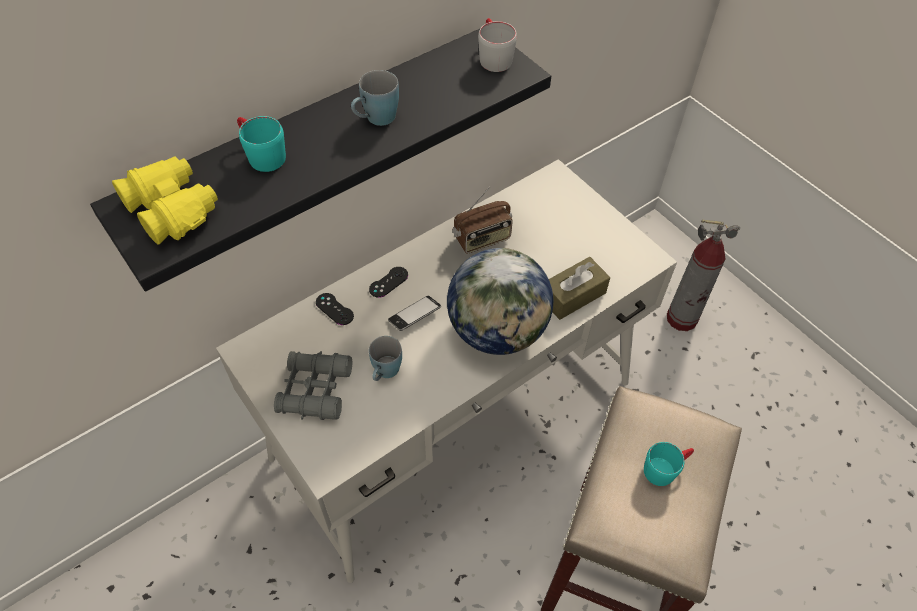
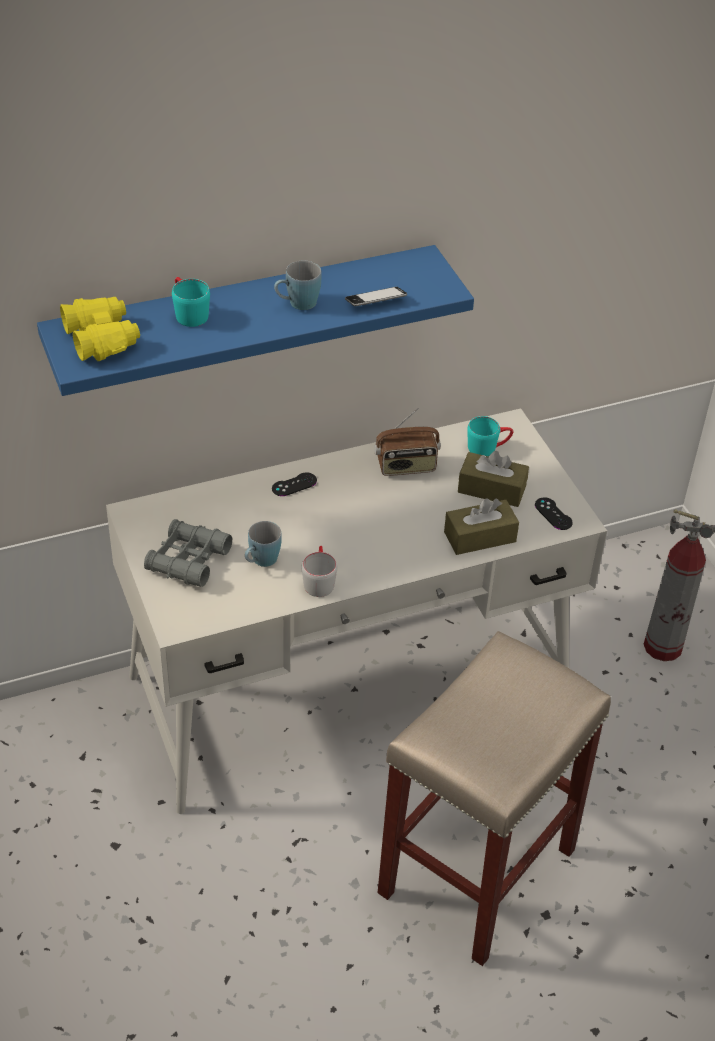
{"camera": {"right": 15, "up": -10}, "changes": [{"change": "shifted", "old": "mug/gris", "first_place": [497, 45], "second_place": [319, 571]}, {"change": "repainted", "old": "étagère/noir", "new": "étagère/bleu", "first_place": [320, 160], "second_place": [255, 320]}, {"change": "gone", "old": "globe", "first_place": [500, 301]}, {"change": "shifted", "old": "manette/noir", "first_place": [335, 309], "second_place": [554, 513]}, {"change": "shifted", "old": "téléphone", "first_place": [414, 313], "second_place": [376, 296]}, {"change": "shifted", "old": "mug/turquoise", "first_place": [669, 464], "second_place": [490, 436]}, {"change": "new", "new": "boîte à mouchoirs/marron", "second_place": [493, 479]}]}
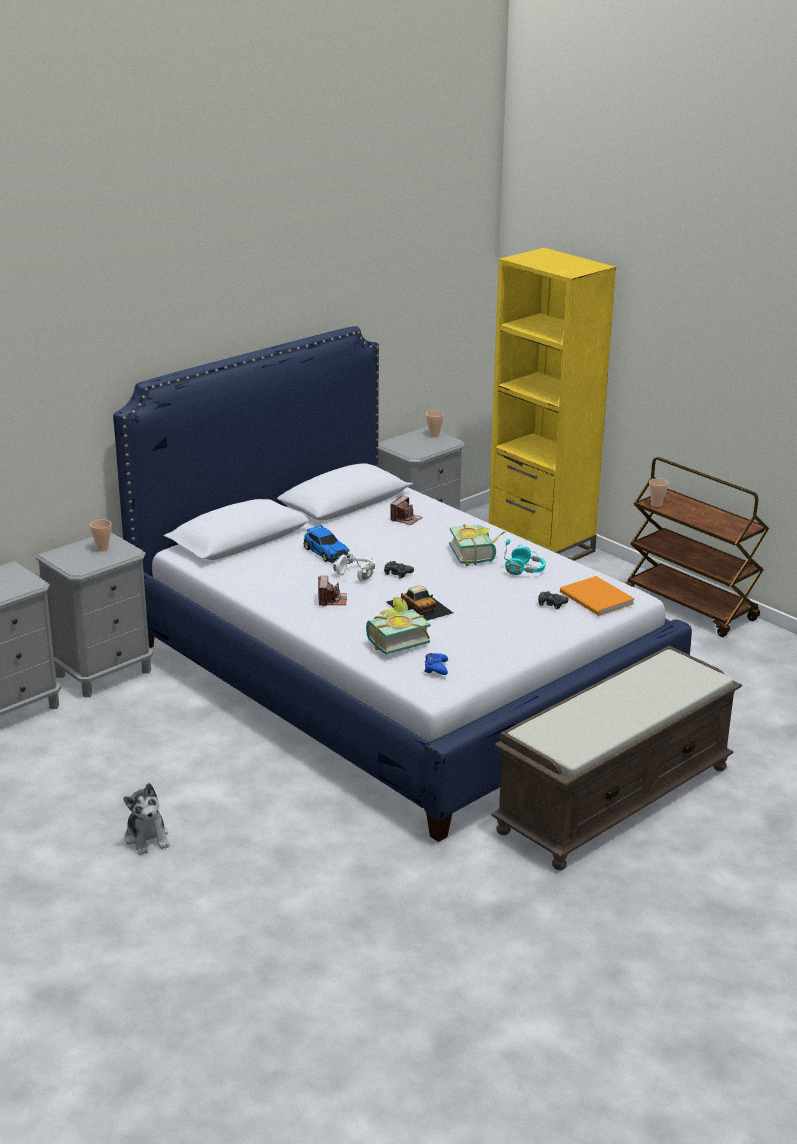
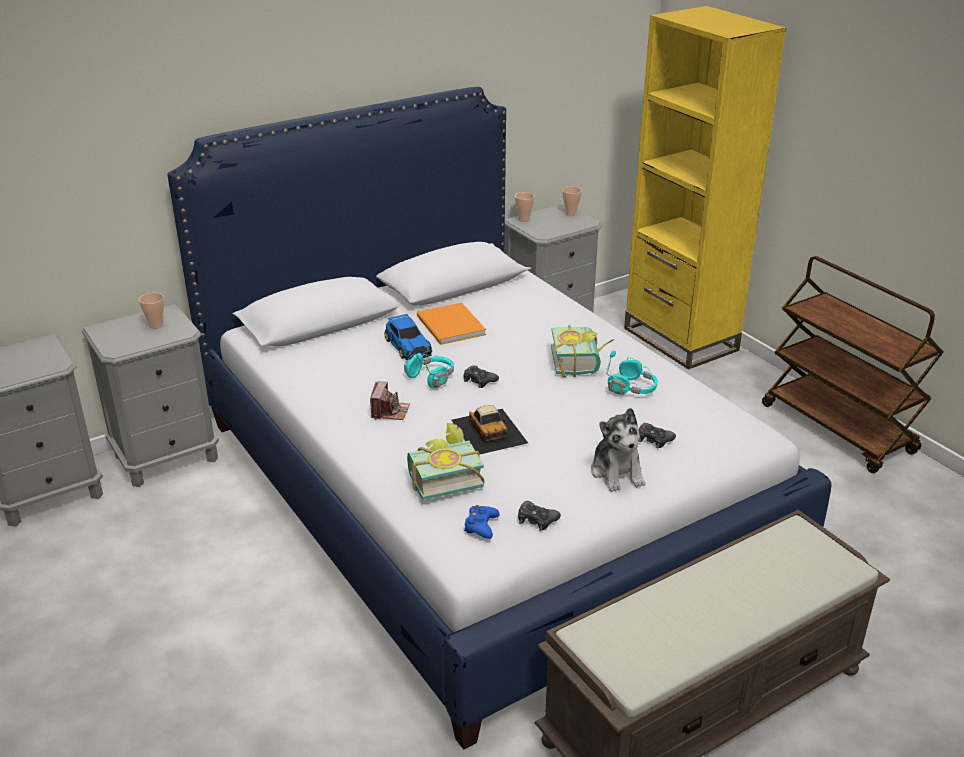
{"camera": {"right": 10, "up": 5}, "changes": [{"change": "shifted", "old": "tasse", "first_place": [658, 492], "second_place": [525, 207]}, {"change": "gone", "old": "appareil photo", "first_place": [406, 510]}, {"change": "repainted", "old": "casque audio/blanc", "new": "casque audio/turquoise", "first_place": [354, 566], "second_place": [429, 370]}, {"change": "shifted", "old": "livre/orange", "first_place": [597, 596], "second_place": [451, 324]}, {"change": "shifted", "old": "peluche", "first_place": [146, 819], "second_place": [618, 450]}, {"change": "new", "new": "manette/noir", "second_place": [539, 516]}]}
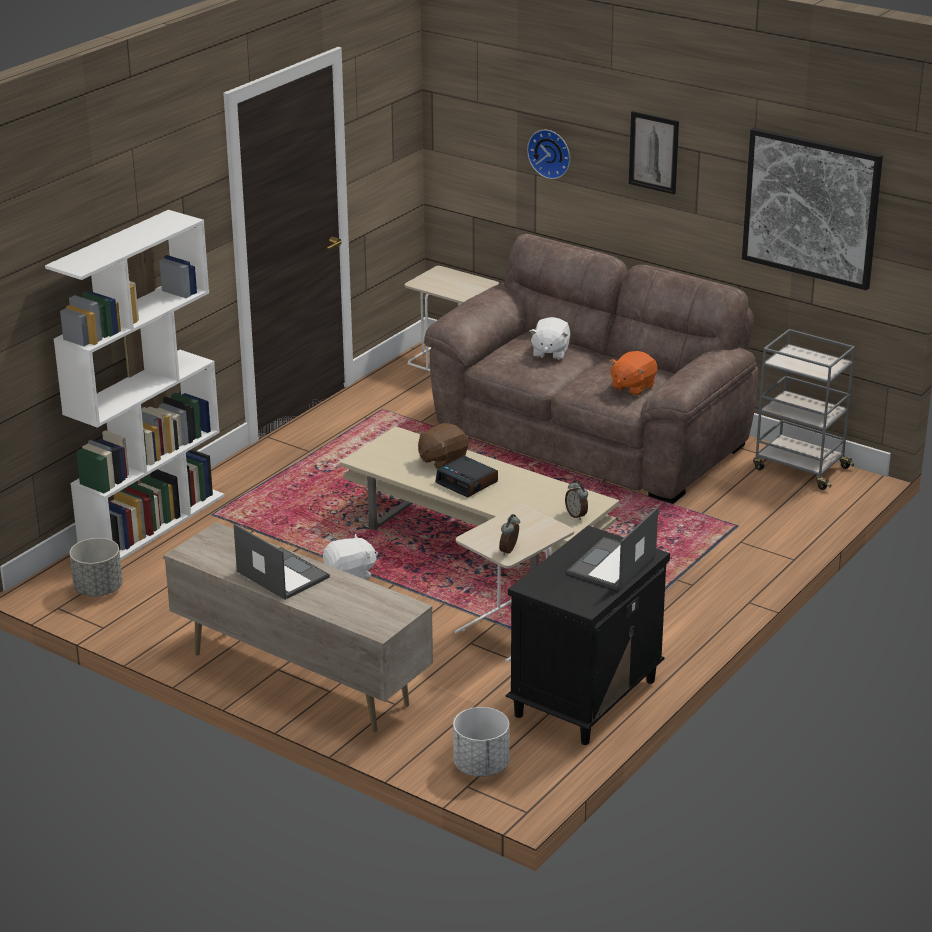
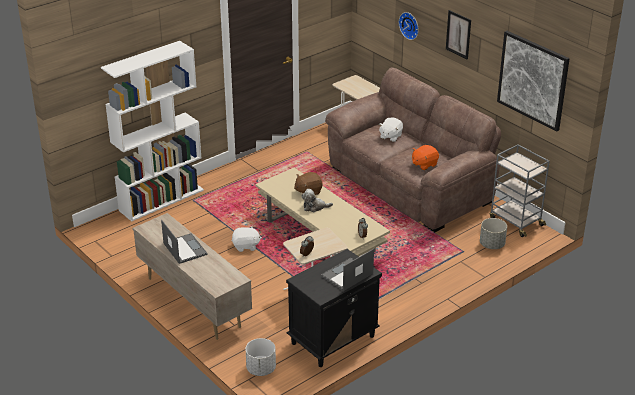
{"camera": {"right": 15, "up": 5}, "changes": [{"change": "swapped", "old": "réveil", "new": "peluche", "first_place": [466, 477], "second_place": [317, 200]}, {"change": "shifted", "old": "cache-pot/gris", "first_place": [96, 567], "second_place": [493, 233]}]}
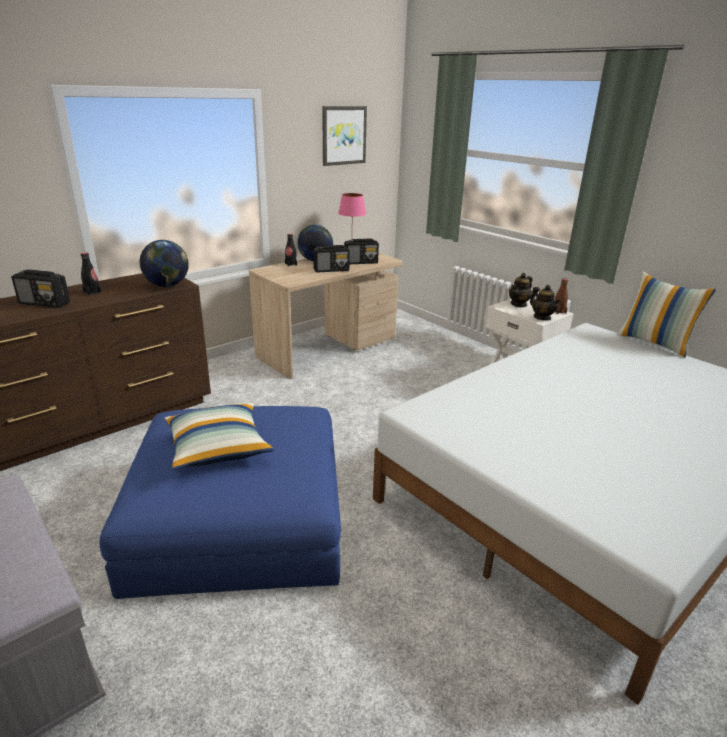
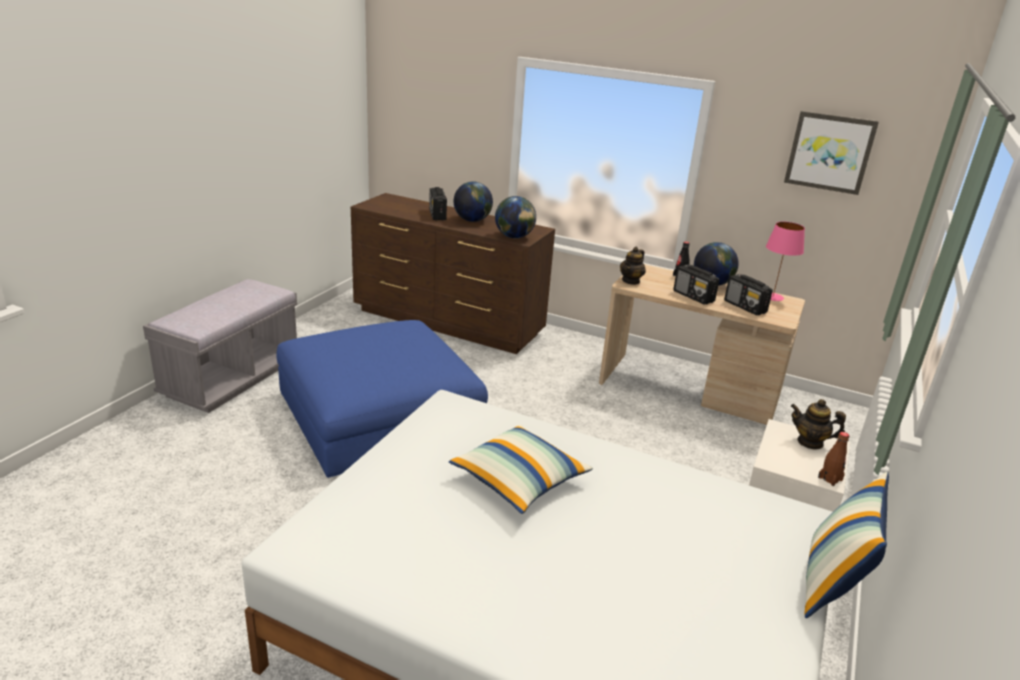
{"camera": {"right": 65, "up": 0}, "changes": [{"change": "swapped", "old": "bouteille/noir", "new": "globe", "first_place": [91, 274], "second_place": [473, 201]}, {"change": "shifted", "old": "théière", "first_place": [545, 303], "second_place": [633, 266]}, {"change": "shifted", "old": "coussin", "first_place": [219, 436], "second_place": [521, 469]}]}
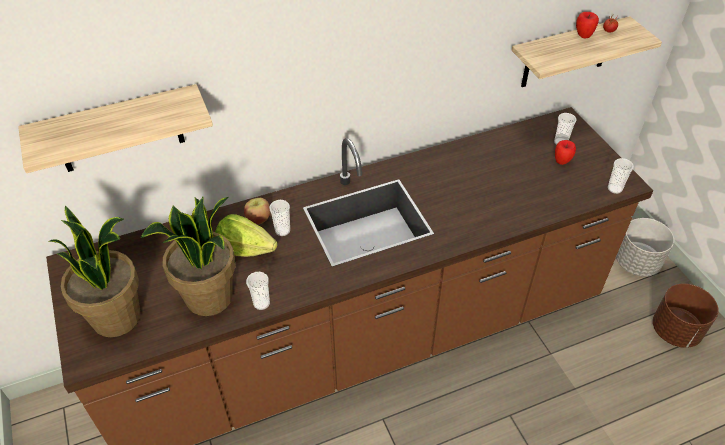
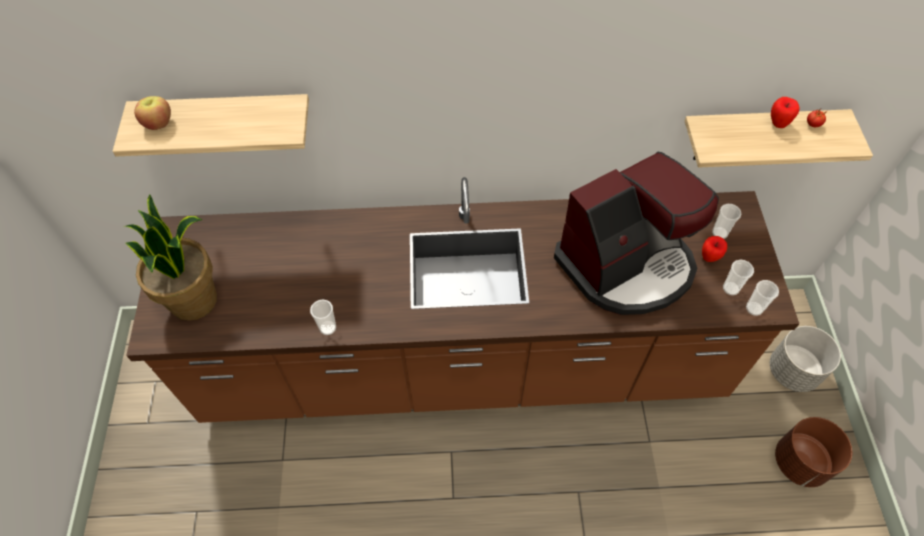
{"camera": {"right": 20, "up": 10}, "changes": [{"change": "gone", "old": "plante en pot", "first_place": [188, 256]}, {"change": "shifted", "old": "pomme", "first_place": [257, 211], "second_place": [152, 113]}, {"change": "shifted", "old": "tasse", "first_place": [279, 218], "second_place": [738, 277]}, {"change": "gone", "old": "laitue", "first_place": [246, 235]}, {"change": "new", "new": "machine à café", "second_place": [636, 233]}]}
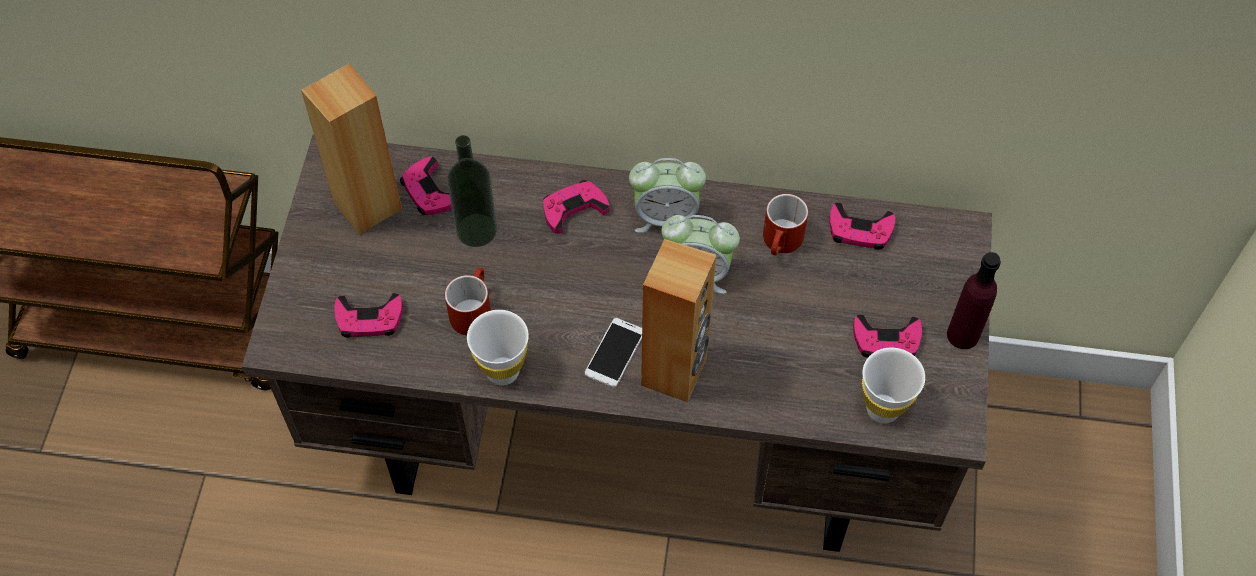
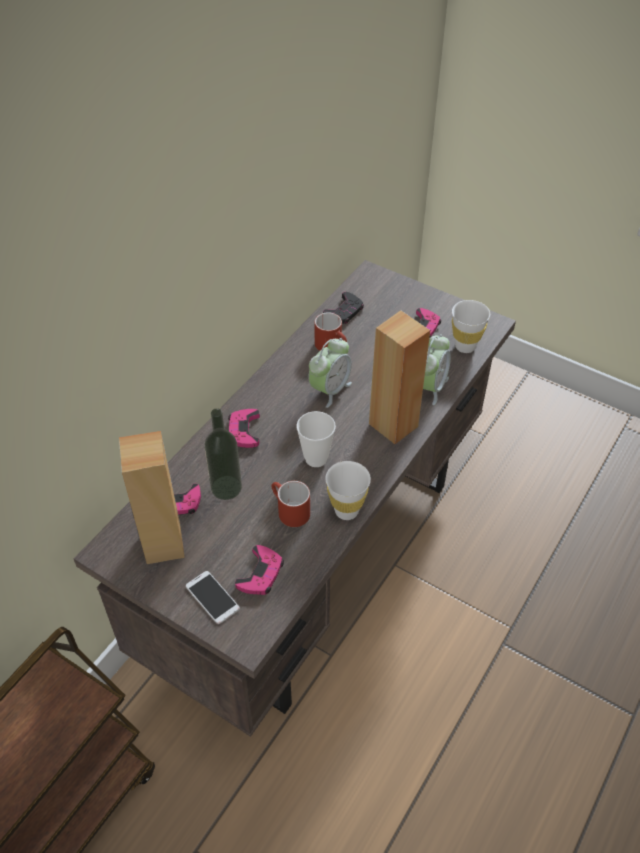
{"camera": {"right": -65, "up": -10}, "changes": [{"change": "shifted", "old": "réveil", "first_place": [667, 195], "second_place": [437, 369]}, {"change": "repainted", "old": "manette/rose", "new": "manette/noir", "first_place": [862, 226], "second_place": [343, 308]}, {"change": "gone", "old": "bouteille/violet", "first_place": [974, 300]}, {"change": "shifted", "old": "téléphone", "first_place": [613, 353], "second_place": [213, 597]}, {"change": "new", "new": "tasse", "second_place": [316, 439]}]}
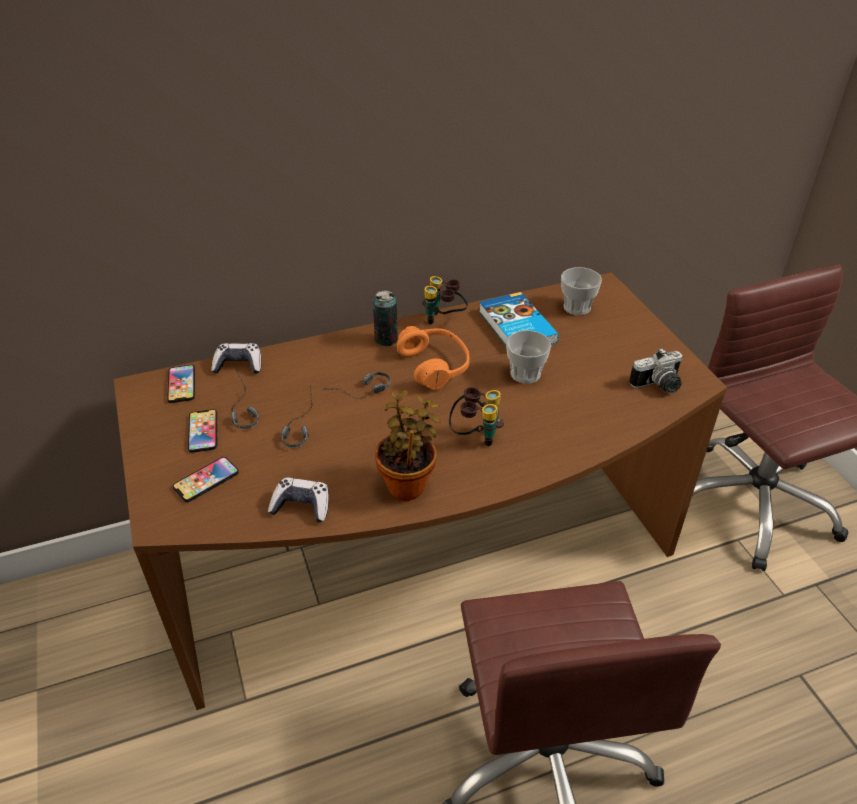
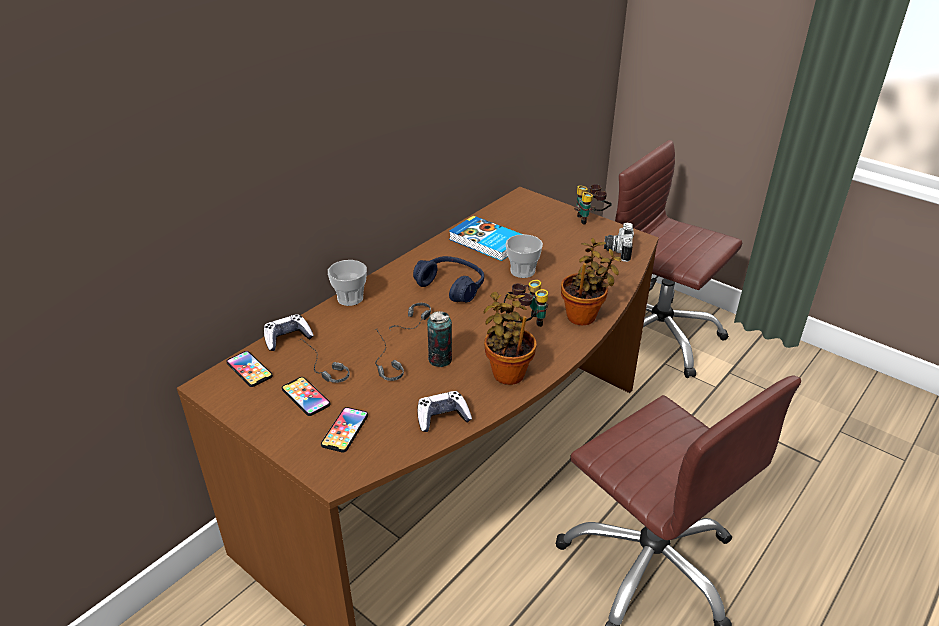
{"camera": {"right": -30, "up": -5}, "changes": [{"change": "shifted", "old": "tasse", "first_place": [581, 291], "second_place": [347, 283]}, {"change": "shifted", "old": "jumelles", "first_place": [445, 300], "second_place": [593, 204]}, {"change": "shifted", "old": "boîte métallique", "first_place": [385, 318], "second_place": [439, 339]}, {"change": "repainted", "old": "casque audio/orange", "new": "casque audio/bleu", "first_place": [433, 358], "second_place": [448, 279]}, {"change": "rotated", "old": "appareil photo", "first_place": [656, 370], "second_place": [619, 242], "degrees": 150}, {"change": "new", "new": "plante en pot", "second_place": [591, 281]}]}
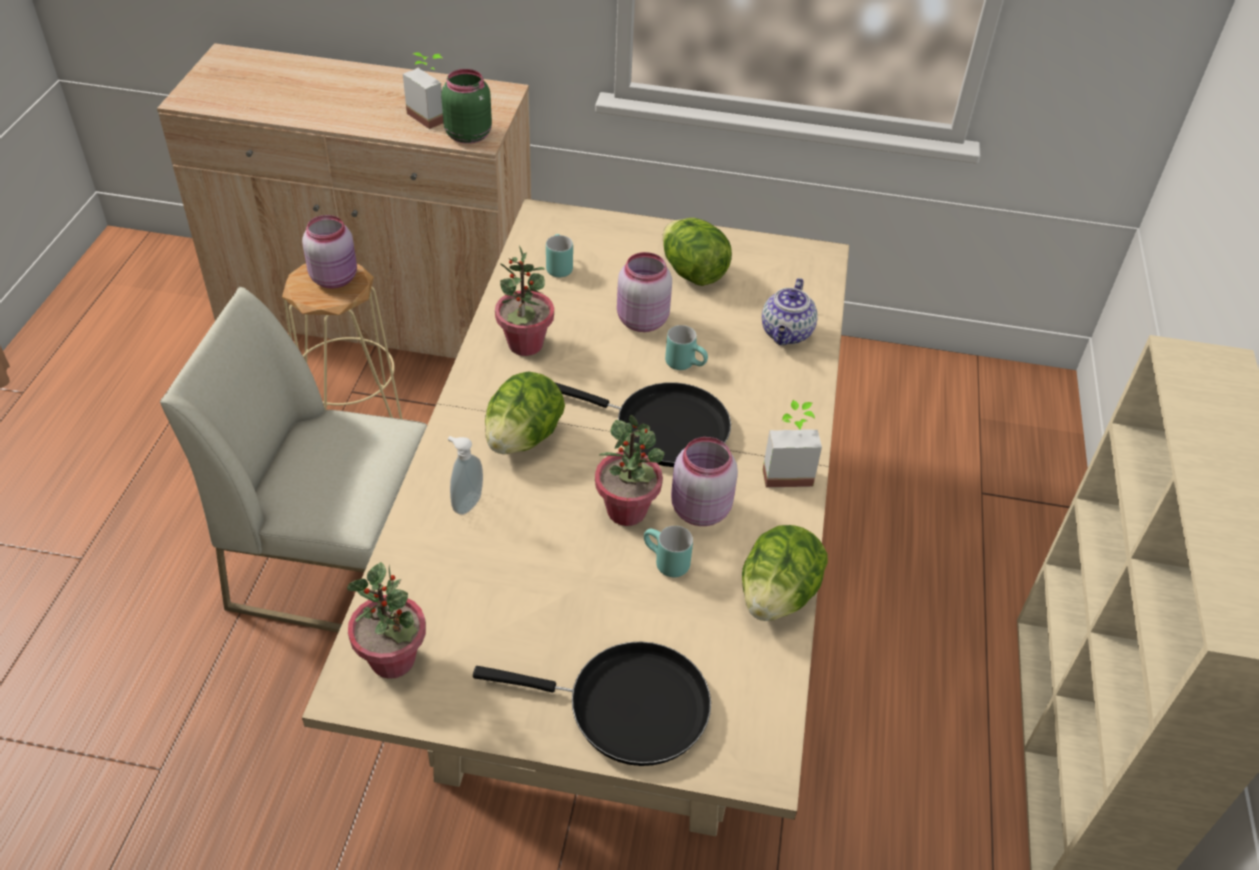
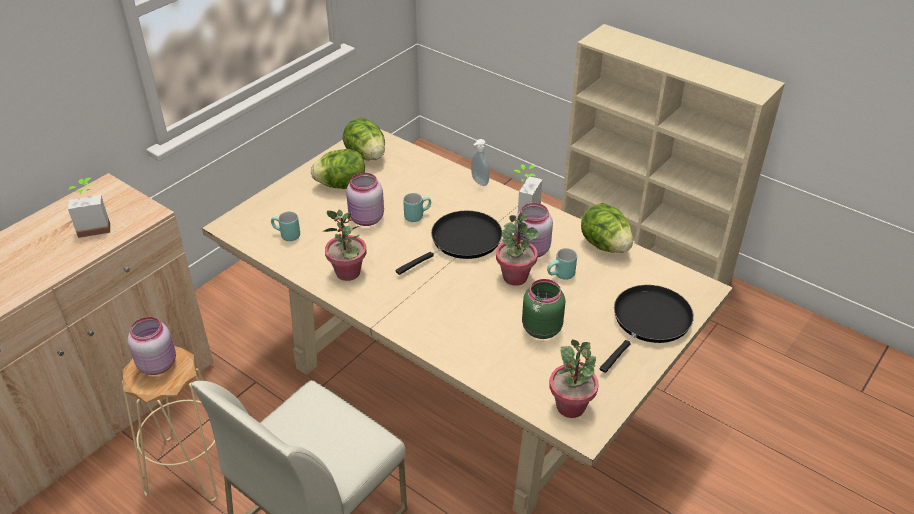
{"camera": {"right": -60, "up": -5}, "changes": [{"change": "shifted", "old": "bocal/vert", "first_place": [466, 106], "second_place": [543, 309]}, {"change": "gone", "old": "théière", "first_place": [790, 311]}, {"change": "shifted", "old": "laitue", "first_place": [525, 413], "second_place": [364, 138]}, {"change": "shifted", "old": "distributeur de savon", "first_place": [465, 475], "second_place": [480, 162]}]}
